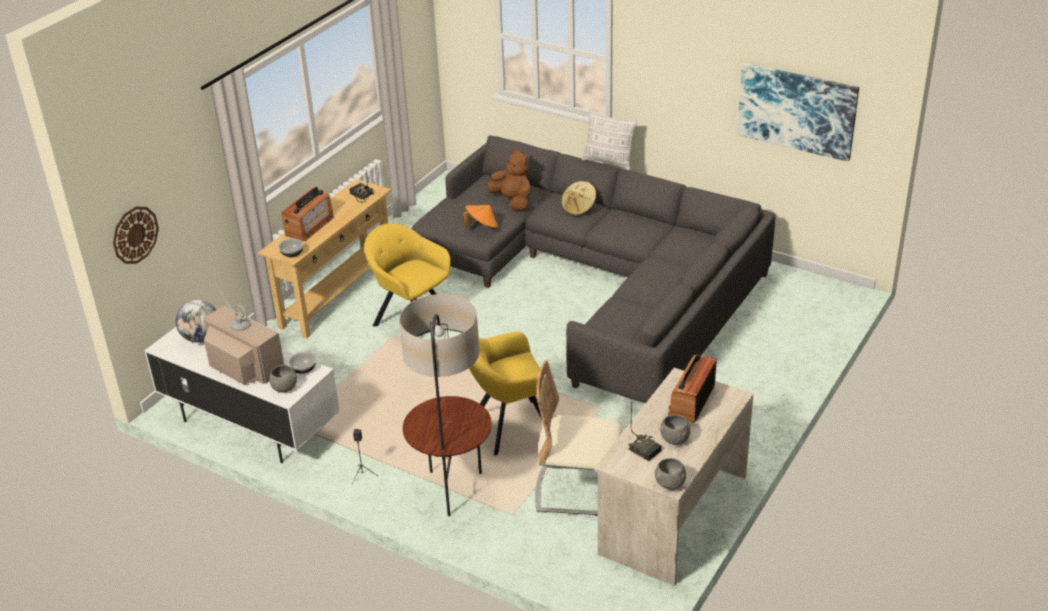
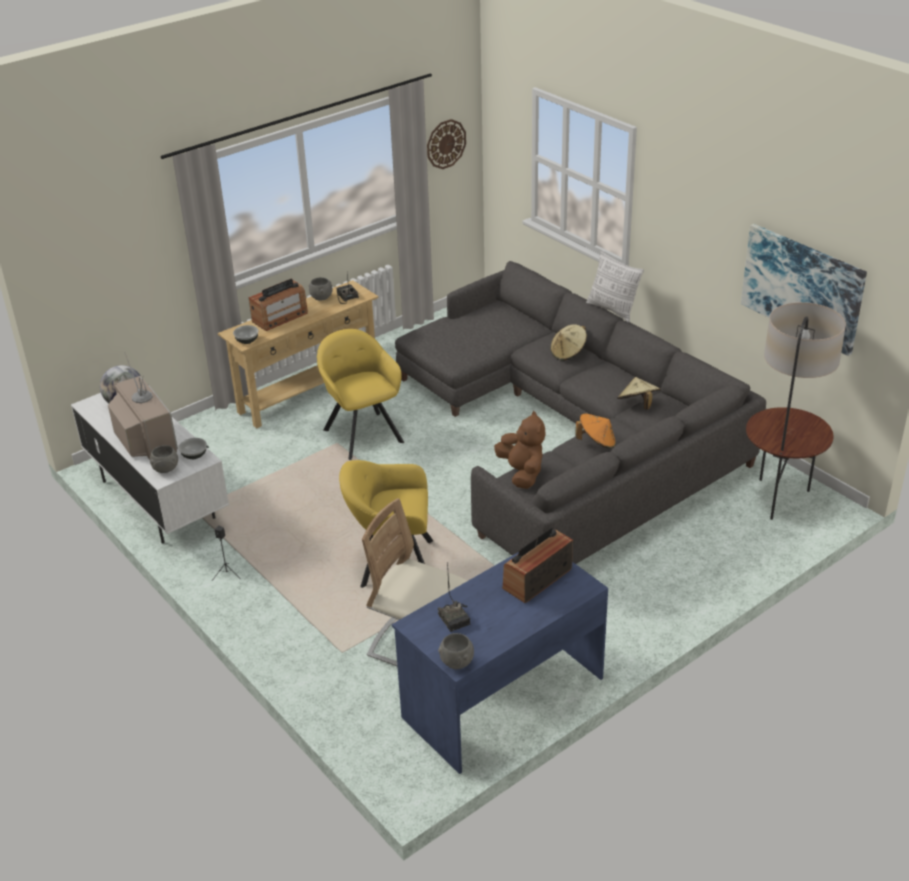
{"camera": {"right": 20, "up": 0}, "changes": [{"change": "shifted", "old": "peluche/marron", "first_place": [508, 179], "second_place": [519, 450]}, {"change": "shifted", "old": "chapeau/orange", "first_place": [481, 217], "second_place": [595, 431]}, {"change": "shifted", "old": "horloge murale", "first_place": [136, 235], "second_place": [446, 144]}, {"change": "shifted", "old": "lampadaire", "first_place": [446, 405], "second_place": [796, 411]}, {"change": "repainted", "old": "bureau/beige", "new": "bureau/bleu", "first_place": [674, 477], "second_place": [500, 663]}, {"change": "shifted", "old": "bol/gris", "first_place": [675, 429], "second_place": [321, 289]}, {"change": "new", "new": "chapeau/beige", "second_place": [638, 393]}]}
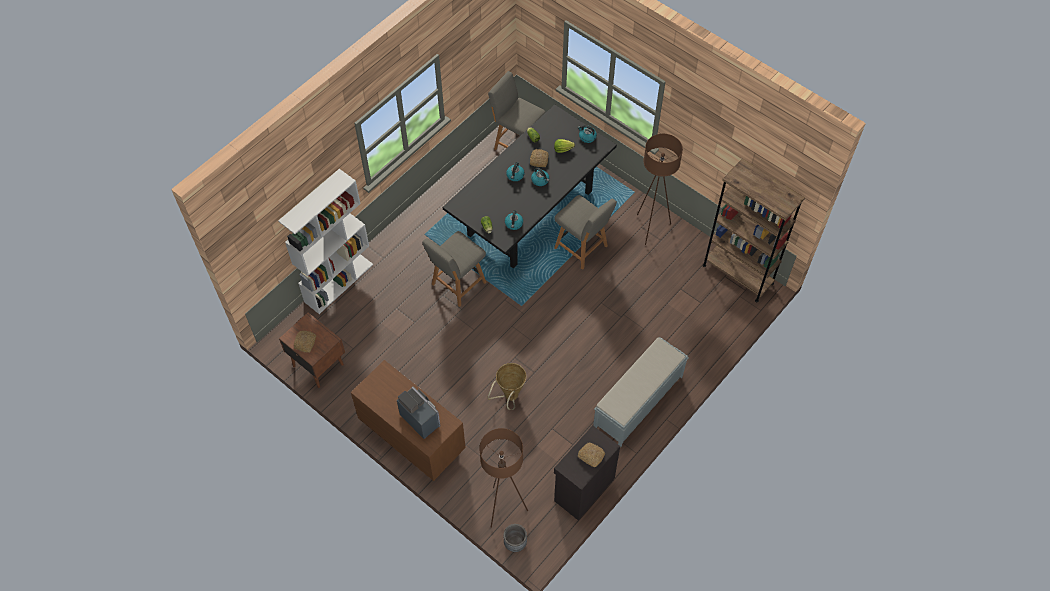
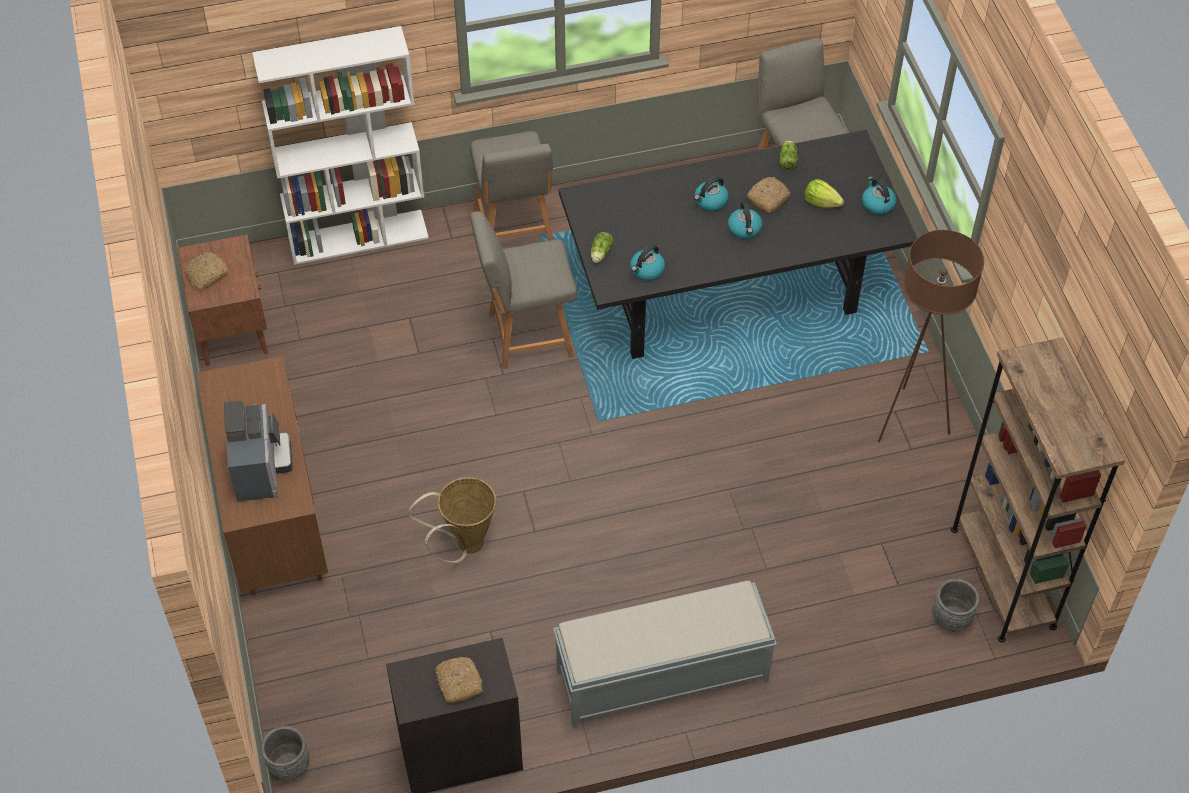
{"camera": {"right": 35, "up": -5}, "changes": [{"change": "shifted", "old": "chaise/gris", "first_place": [585, 232], "second_place": [512, 186]}, {"change": "gone", "old": "lampadaire/marron", "first_place": [503, 478]}, {"change": "new", "new": "cache-pot/gris", "second_place": [955, 605]}]}
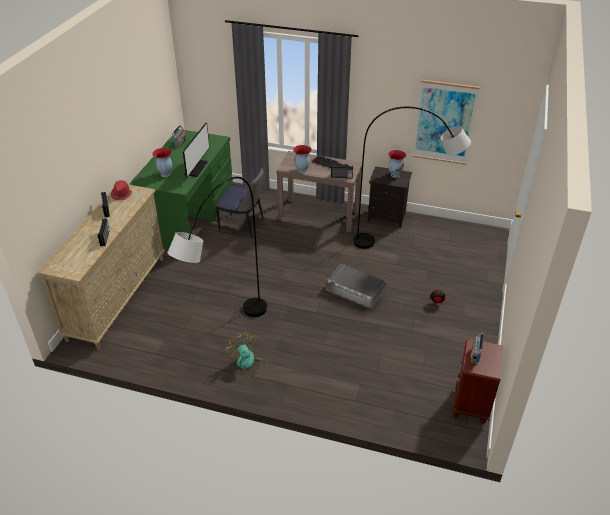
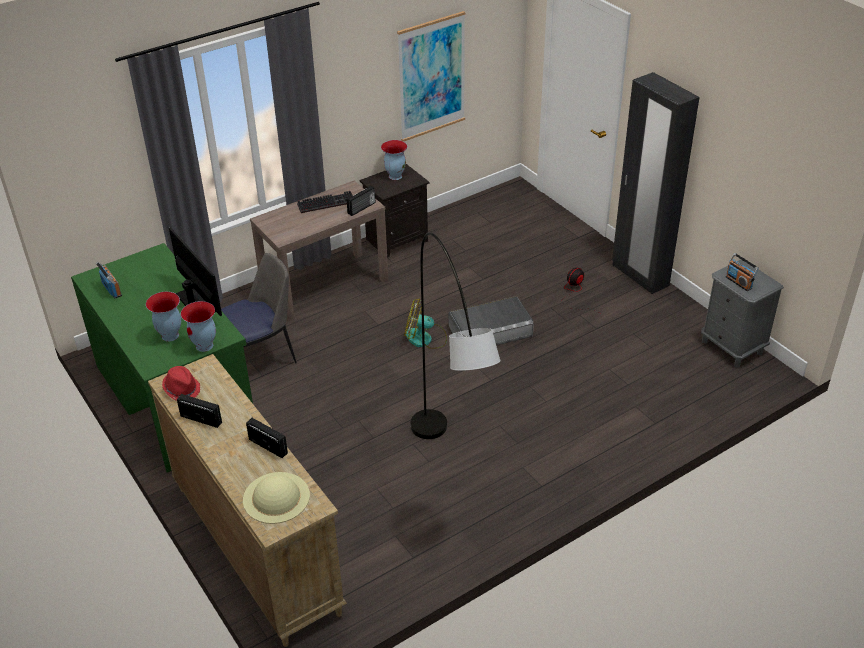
{"camera": {"right": -50, "up": 0}, "changes": [{"change": "gone", "old": "lampadaire/gris", "first_place": [412, 178]}, {"change": "shifted", "old": "vase", "first_place": [302, 159], "second_place": [198, 326]}, {"change": "shifted", "old": "ventilateur", "first_place": [246, 354], "second_place": [425, 323]}, {"change": "repainted", "old": "table de chevet/marron", "new": "table de chevet/gris", "first_place": [478, 381], "second_place": [742, 313]}, {"change": "new", "new": "armoire/noir", "second_place": [656, 183]}, {"change": "new", "new": "chapeau/beige", "second_place": [276, 498]}]}
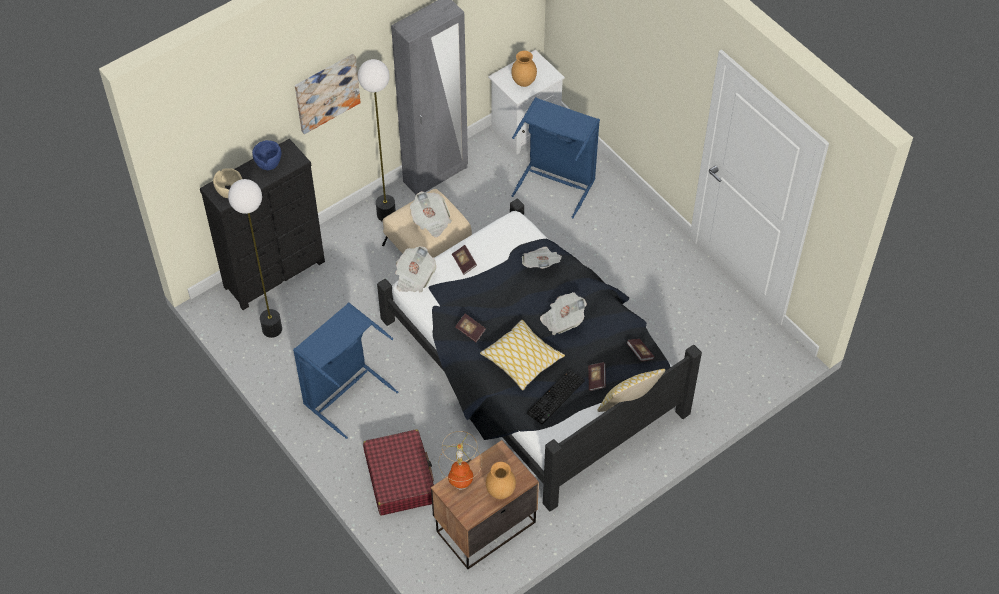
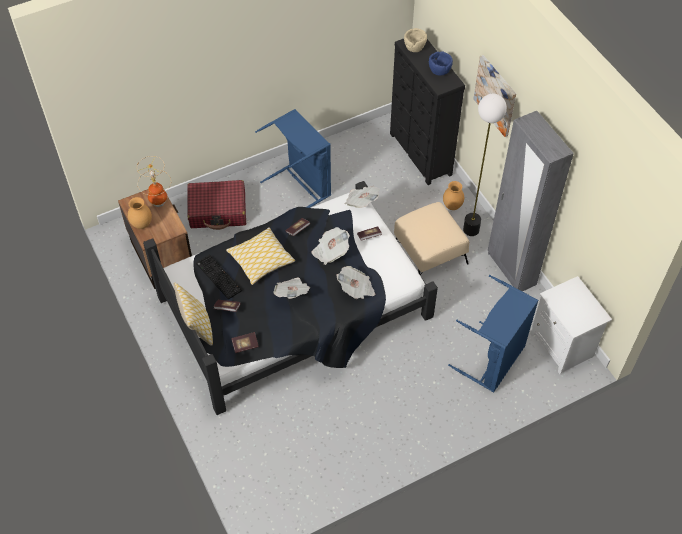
{"camera": {"right": 100, "up": 0}, "changes": [{"change": "shifted", "old": "vase/marron", "first_place": [524, 69], "second_place": [453, 195]}, {"change": "gone", "old": "lampadaire", "first_place": [255, 258]}, {"change": "shifted", "old": "journal", "first_place": [431, 214], "second_place": [331, 246]}]}
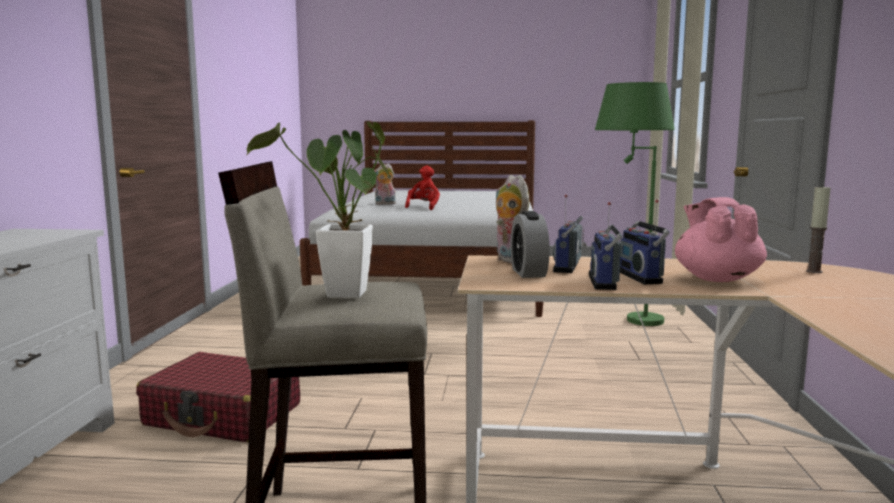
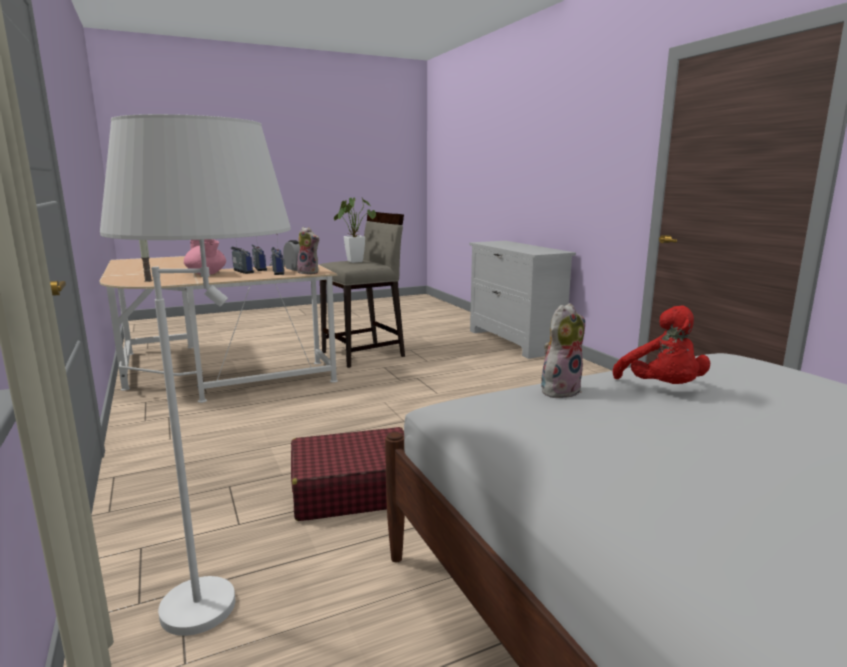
{"camera": {"right": 150, "up": 5}, "changes": [{"change": "repainted", "old": "lampadaire/vert", "new": "lampadaire/blanc", "first_place": [635, 204], "second_place": [195, 375]}, {"change": "shifted", "old": "peluche", "first_place": [385, 184], "second_place": [563, 350]}, {"change": "shifted", "old": "valise/rouge", "first_place": [218, 397], "second_place": [347, 474]}]}
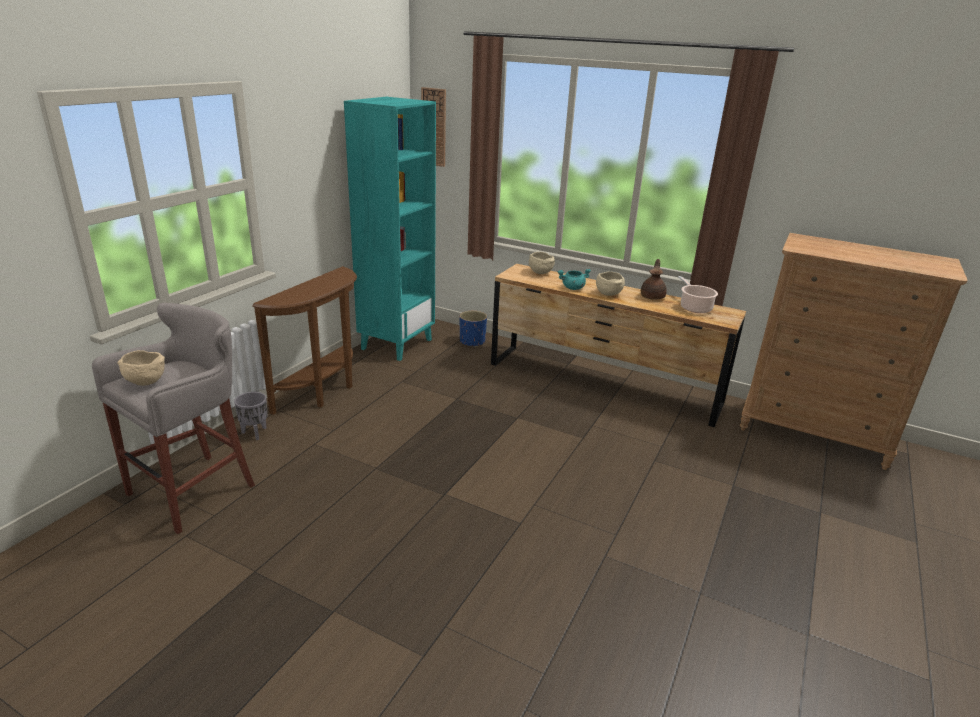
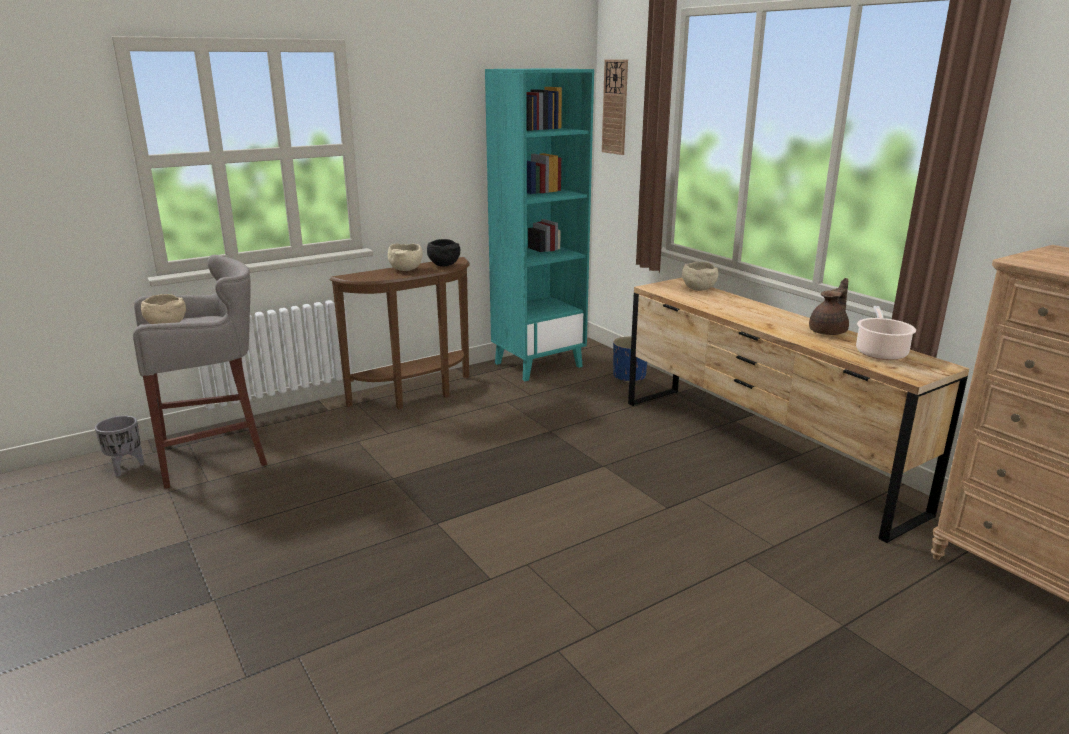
{"camera": {"right": 30, "up": -5}, "changes": [{"change": "gone", "old": "marmite/turquoise", "first_place": [574, 279]}, {"change": "shifted", "old": "bol/beige", "first_place": [610, 283], "second_place": [405, 257]}, {"change": "shifted", "old": "cache-pot/gris", "first_place": [251, 416], "second_place": [119, 446]}, {"change": "new", "new": "bol/noir", "second_place": [444, 253]}]}
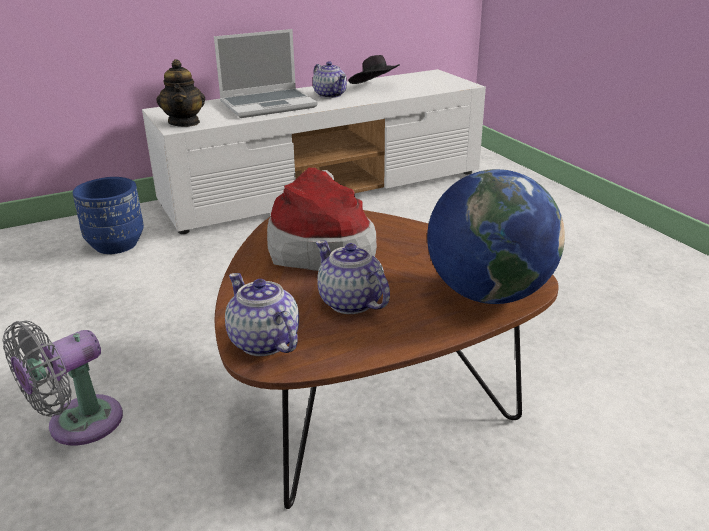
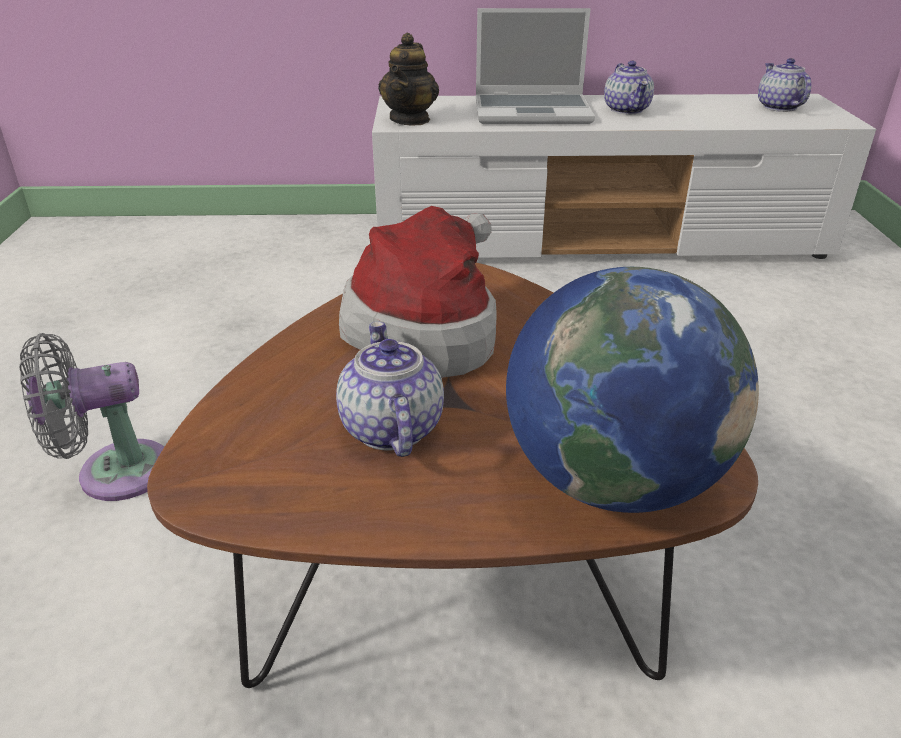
{"camera": {"right": 25, "up": 5}, "changes": [{"change": "gone", "old": "chapeau/noir", "first_place": [374, 69]}, {"change": "gone", "old": "cache-pot/bleu", "first_place": [108, 215]}, {"change": "shifted", "old": "théière", "first_place": [262, 314], "second_place": [784, 85]}]}
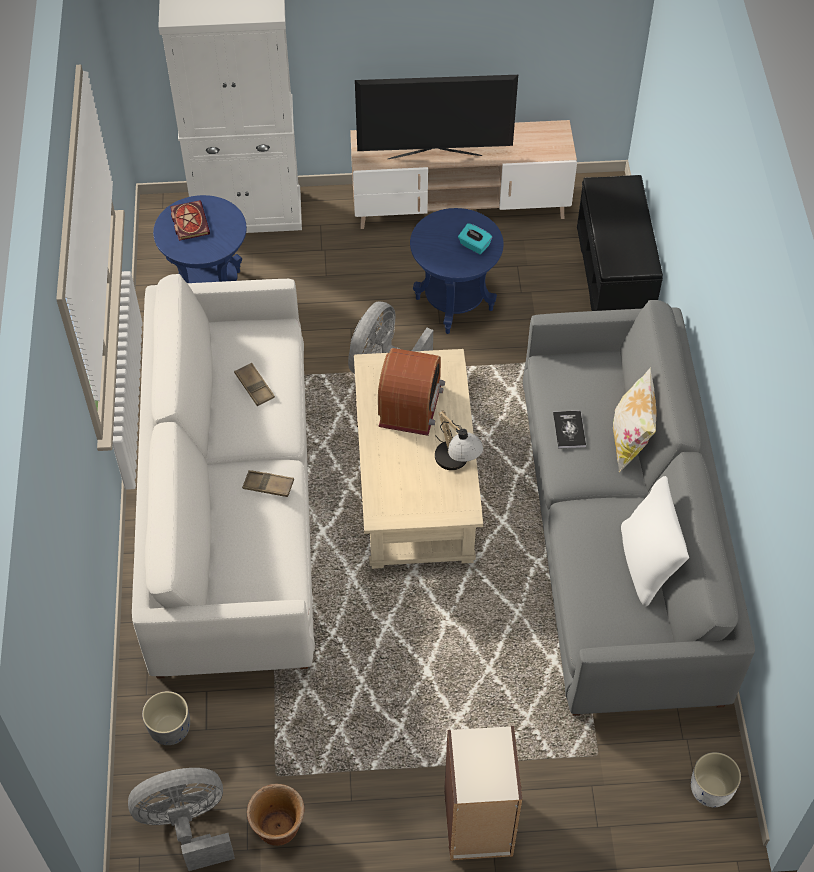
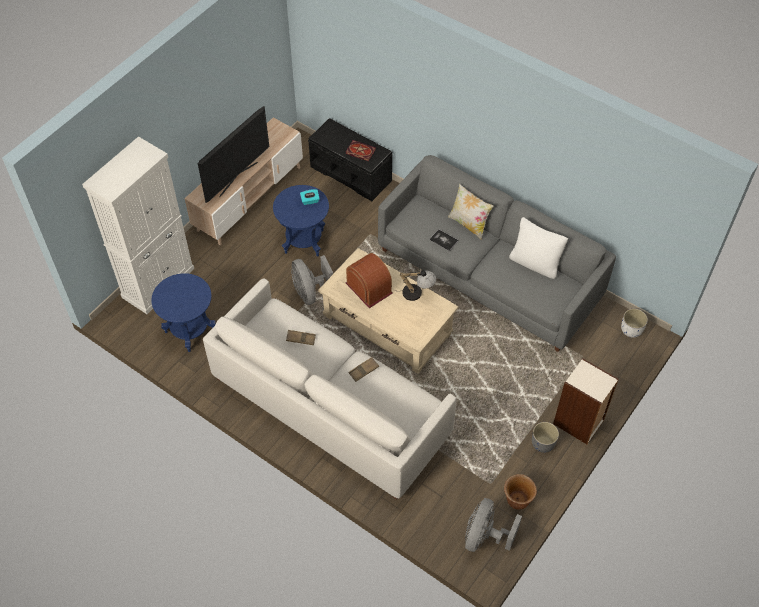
{"camera": {"right": -50, "up": 0}, "changes": [{"change": "shifted", "old": "livre", "first_place": [190, 220], "second_place": [361, 150]}, {"change": "shifted", "old": "cache-pot/gris", "first_place": [166, 718], "second_place": [545, 437]}]}
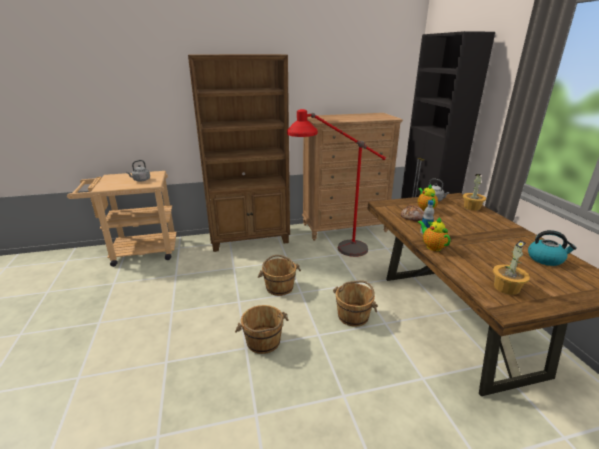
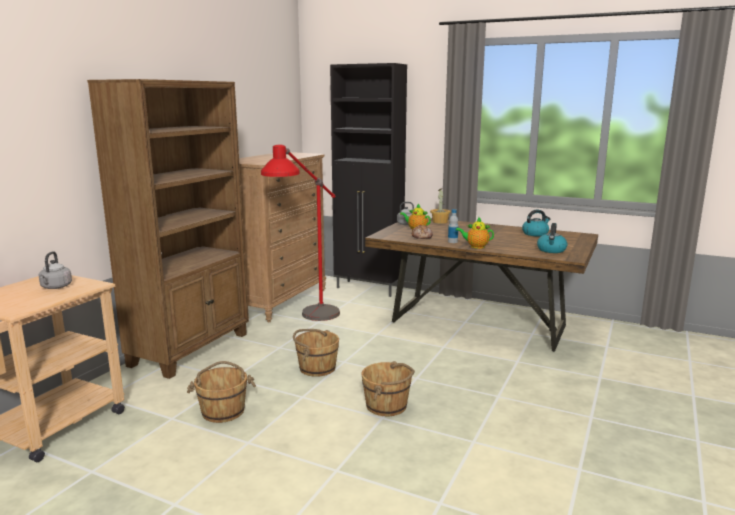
{"camera": {"right": -50, "up": -10}, "changes": [{"change": "swapped", "old": "plante en pot", "new": "bouilloire", "first_place": [511, 267], "second_place": [552, 238]}, {"change": "shifted", "old": "seau/marron", "first_place": [355, 303], "second_place": [221, 392]}]}
